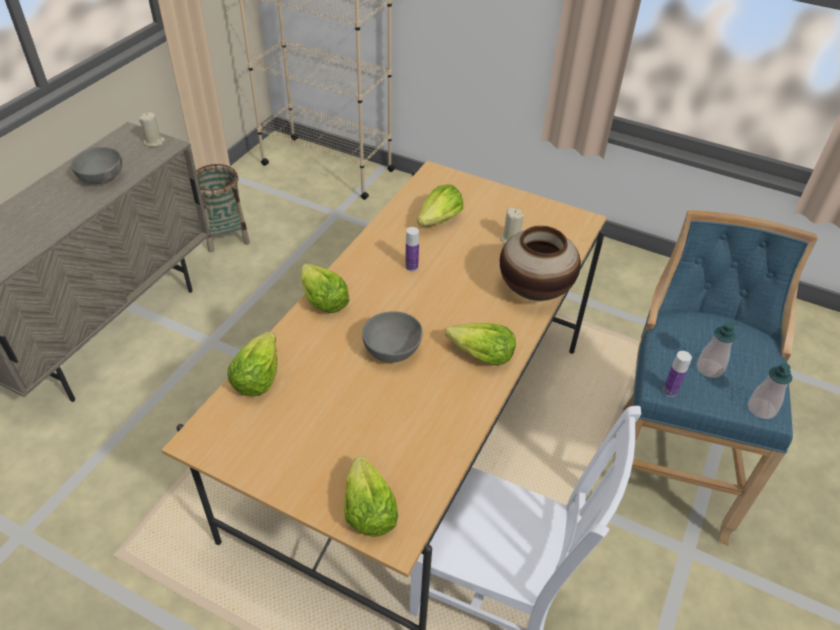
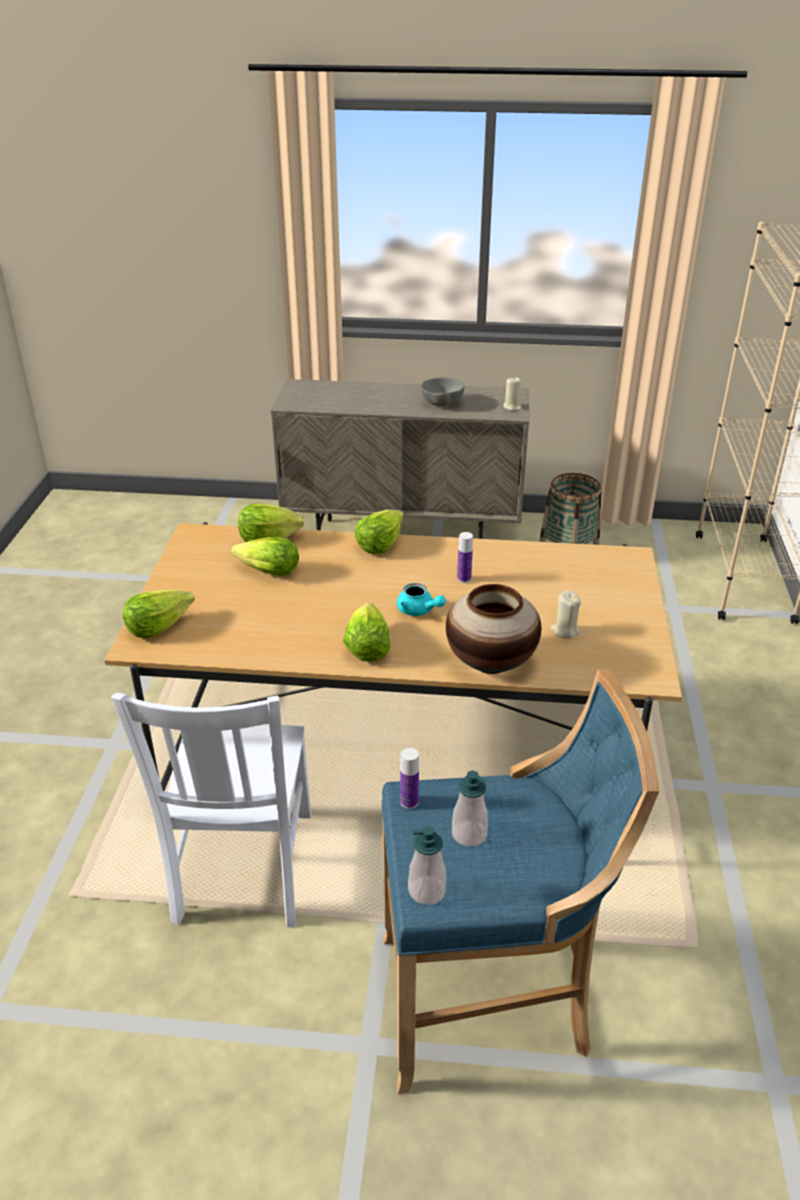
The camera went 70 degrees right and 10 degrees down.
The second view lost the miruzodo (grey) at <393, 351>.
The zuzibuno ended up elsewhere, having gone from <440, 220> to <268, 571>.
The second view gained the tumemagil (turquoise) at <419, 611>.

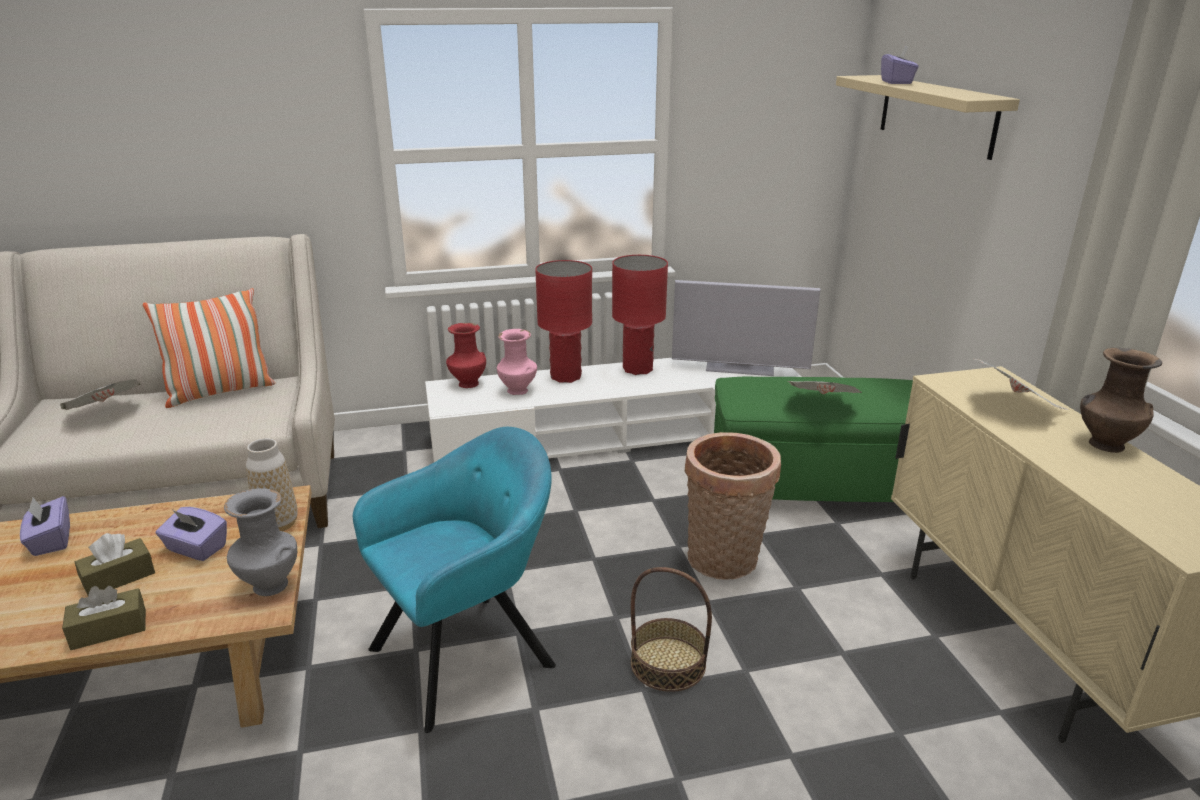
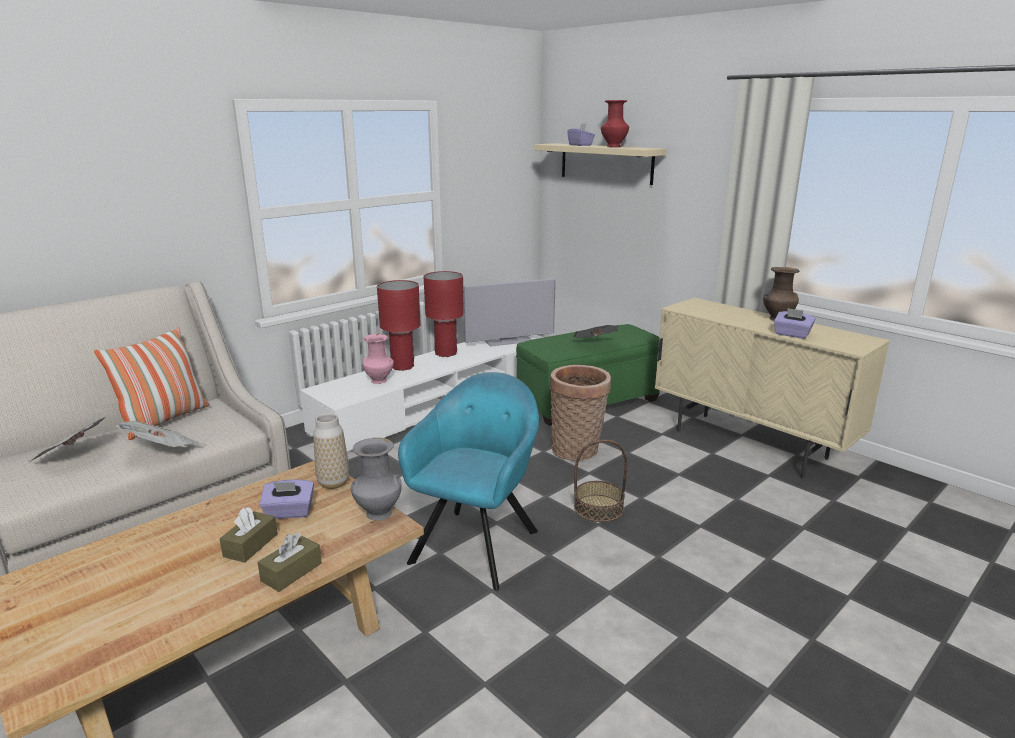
The camera went 30 degrees left and 5 degrees down.
The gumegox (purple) ended up elsewhere, having gone from <51, 541> to <792, 334>.
The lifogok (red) ended up elsewhere, having gone from <467, 384> to <613, 146>.
The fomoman ended up elsewhere, having gone from <1017, 408> to <164, 451>.

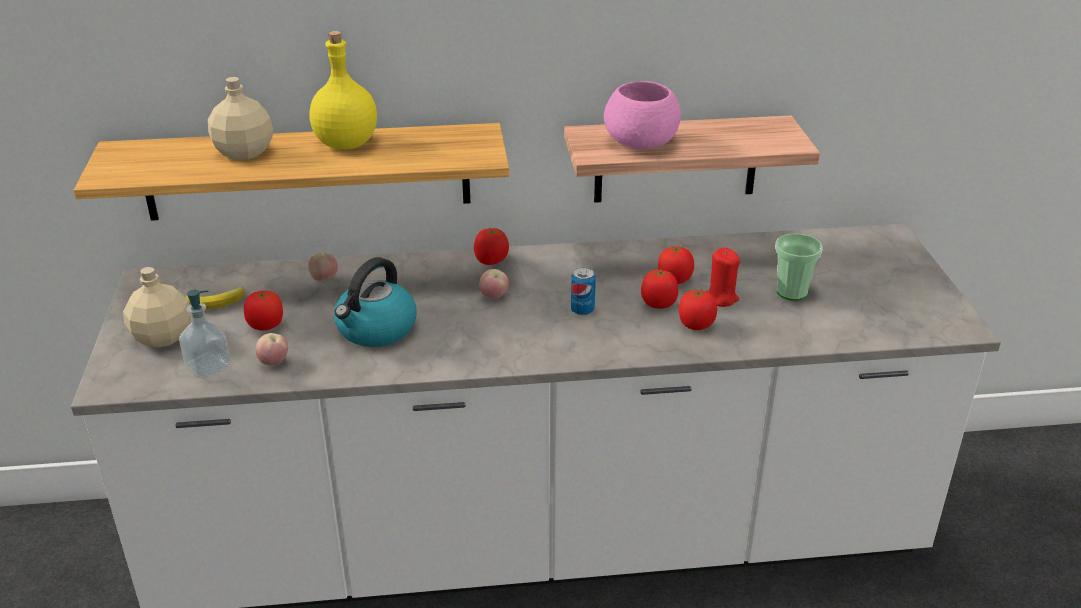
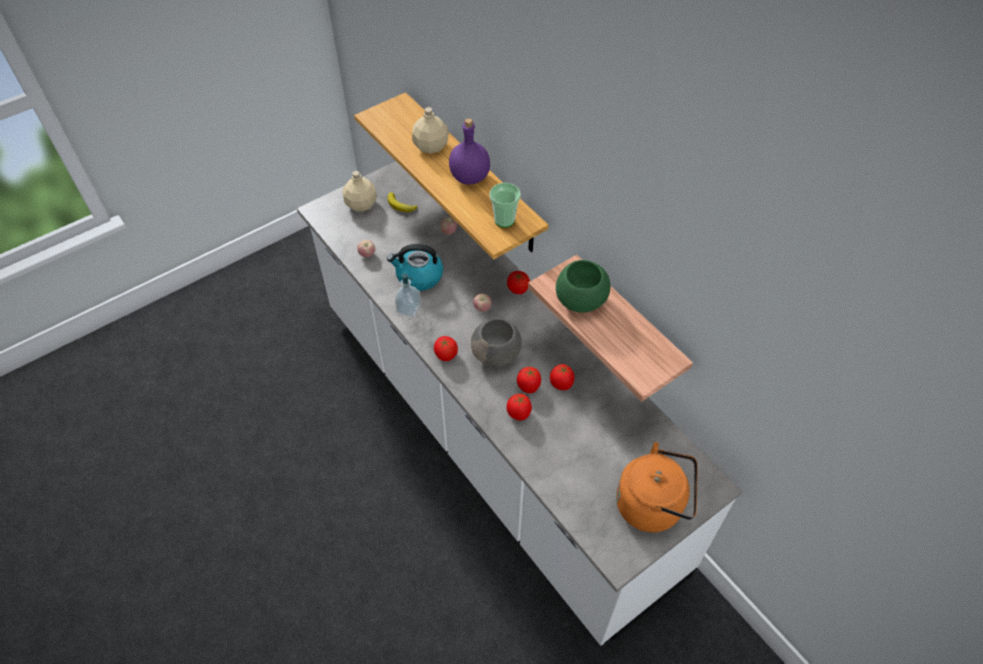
The camera went 60 degrees right and 20 degrees up.
The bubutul ended up elsewhere, having gone from <208, 367> to <409, 308>.
The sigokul ended up elsewhere, having gone from <266, 326> to <445, 355>.
What was the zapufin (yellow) at <347, 143> turned into the zapufin (purple) at <470, 177>.
Where the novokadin stood at <582, 310>, the miruzodo (grey) came to stand at <497, 353>.
What was the miruzodo (pink) at <641, 143> turned into the miruzodo (green) at <580, 300>.
The second view lost the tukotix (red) at <720, 298>.
The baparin ended up elsewhere, having gone from <791, 292> to <504, 220>.
The second view gained the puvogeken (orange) at <653, 505>.

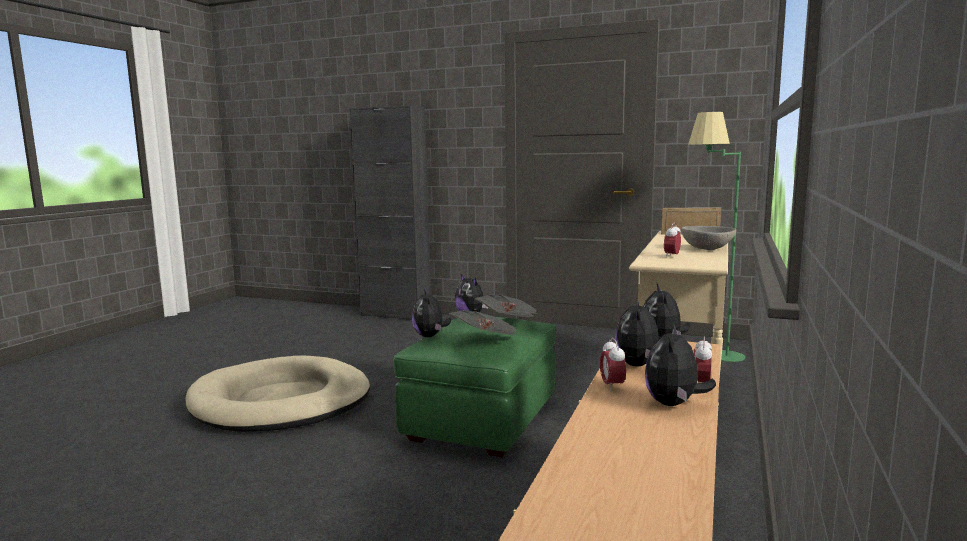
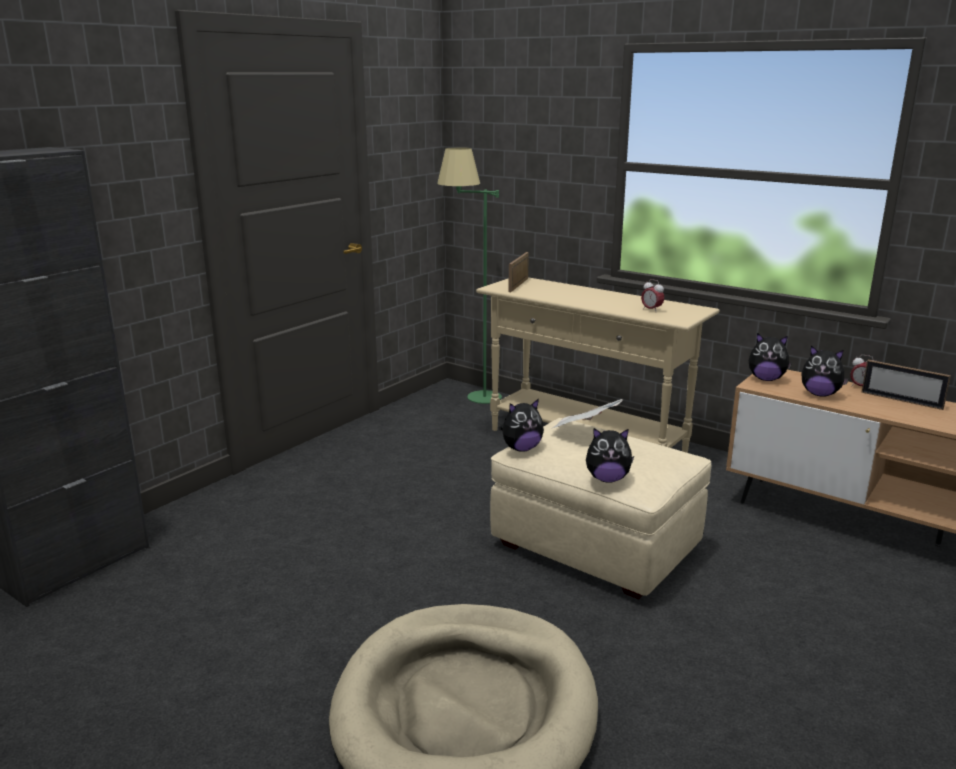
The camera went 75 degrees left and 10 degrees up.
What was the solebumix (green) at <482, 420> turned into the solebumix (beige) at <596, 546>.
The second view lost the fomoman at <487, 342>.
The second view lost the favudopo at <612, 386>.
Where the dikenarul stood at <674, 404>, the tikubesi came to stand at <901, 400>.
The second view lost the miruzodo (grey) at <707, 249>.

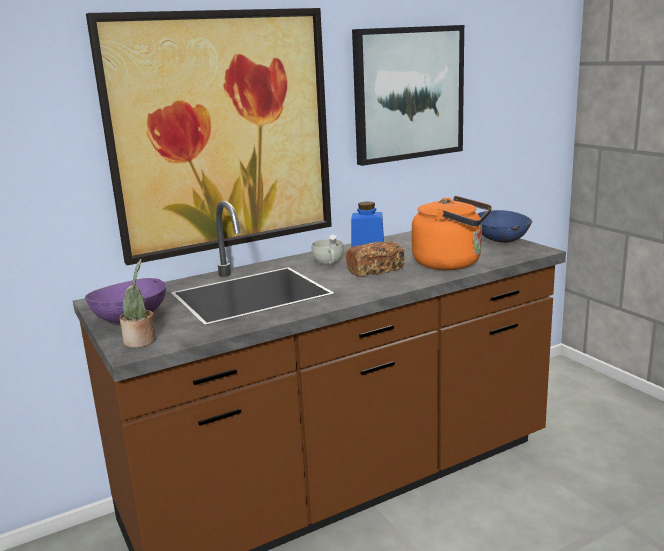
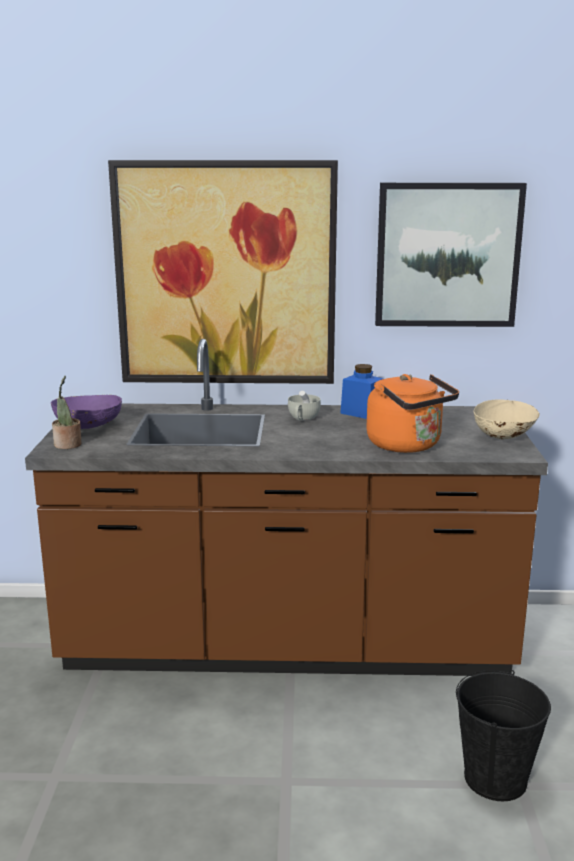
The camera went 30 degrees right and 0 degrees up.
The second view lost the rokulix at <375, 270>.
What was the miruzodo (blue) at <503, 241> turned into the miruzodo (beige) at <504, 437>.
The second view gained the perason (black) at <496, 778>.

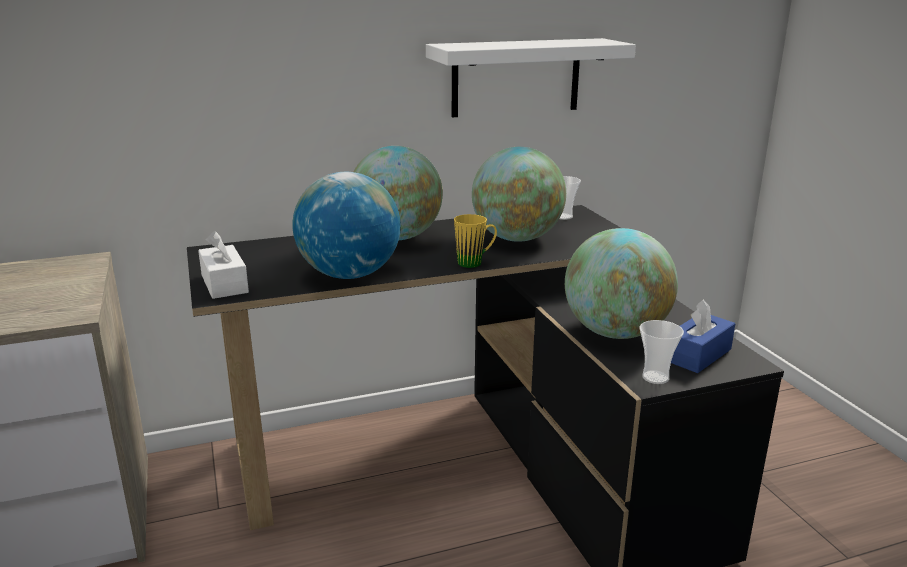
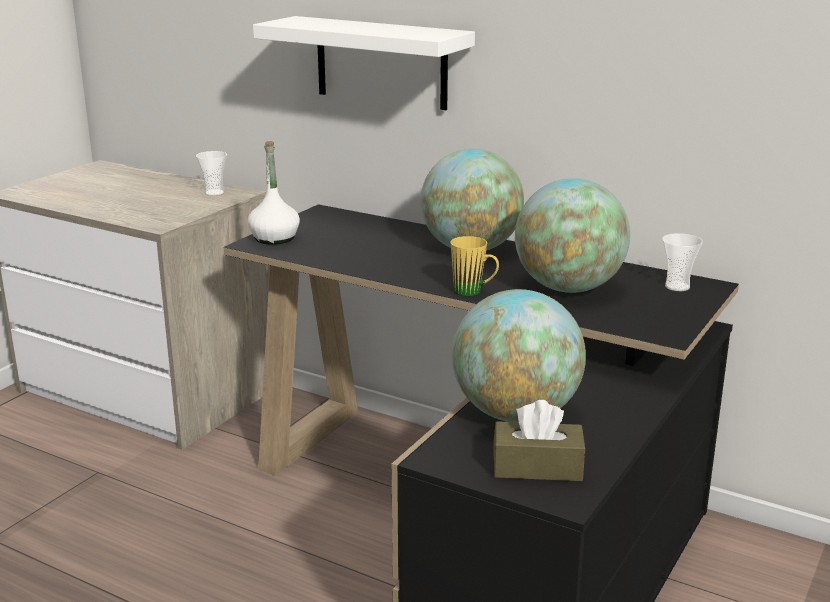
The camera went 50 degrees right and 0 degrees up.
Where the gumegox (white) stood at <224, 284>, the zapufin (white) came to stand at <274, 238>.
The second view lost the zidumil at <349, 274>.
The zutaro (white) ended up elsewhere, having gone from <516, 77> to <381, 62>.
The baparin ended up elsewhere, having gone from <655, 377> to <214, 193>.
What was the gumegox (blue) at <697, 355> turned into the gumegox (brown) at <537, 467>.

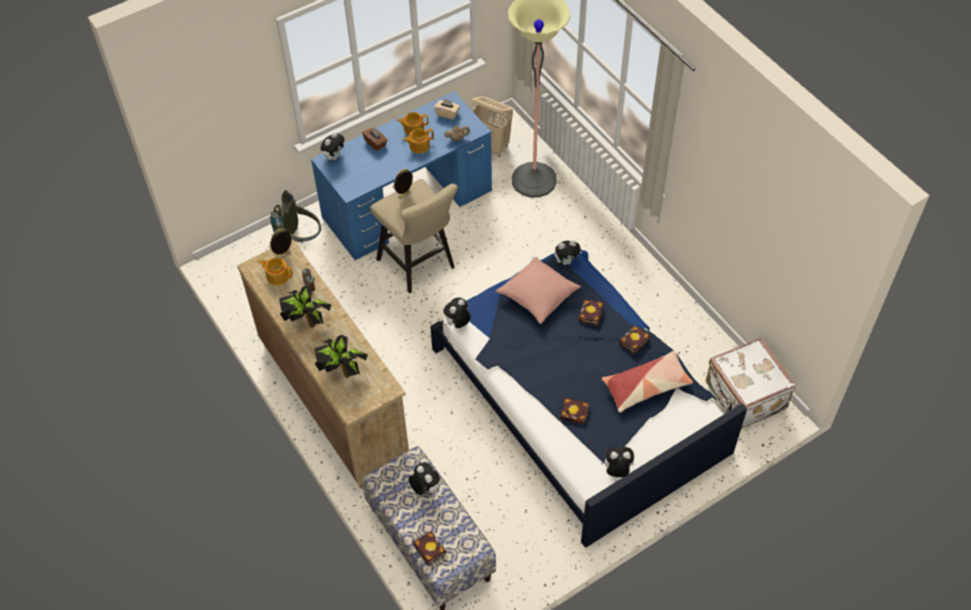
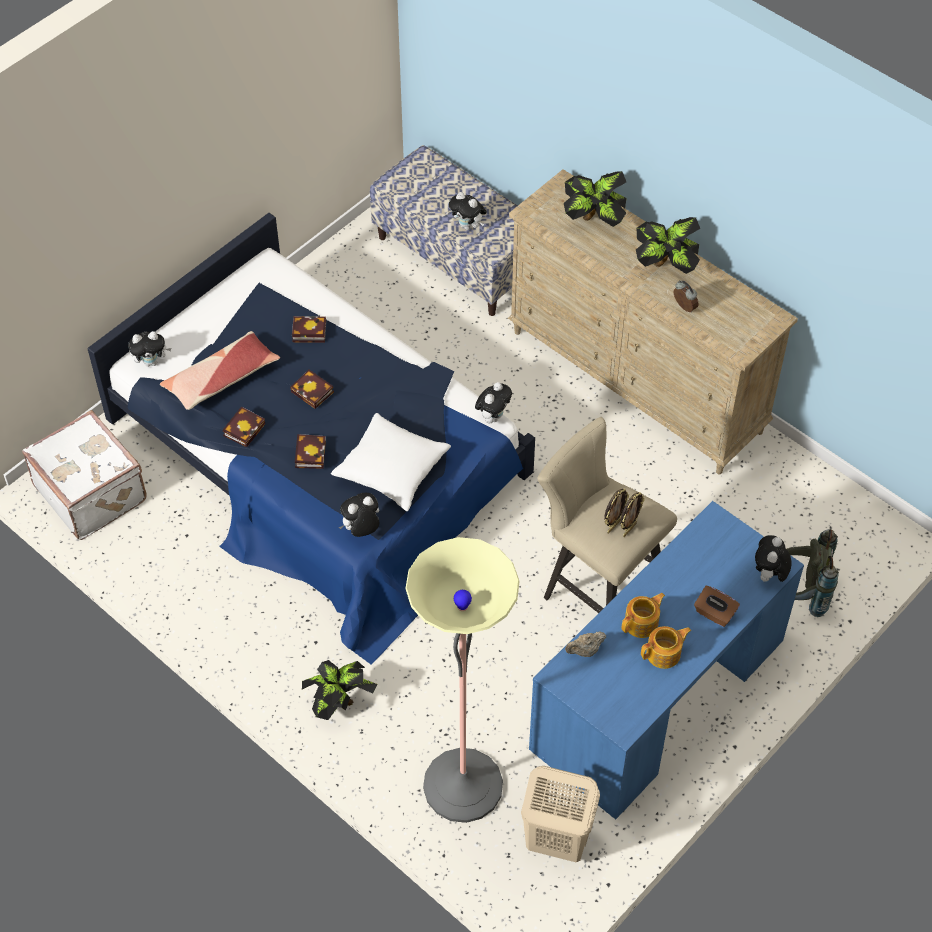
The camera went 165 degrees right and 0 degrees up.
The second view lost the tumemagil at <277, 276>.
The tikubesi ended up elsewhere, having gone from <284, 255> to <613, 525>.
The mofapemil ended up elsewhere, having gone from <428, 548> to <314, 392>.
The second view lost the gumegox (beige) at <447, 113>.
What was the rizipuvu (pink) at <538, 296> turned into the rizipuvu (white) at <391, 470>.
The dikenarul ended up elsewhere, having gone from <617, 471> to <152, 362>.
The second view gained the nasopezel at <340, 703>.

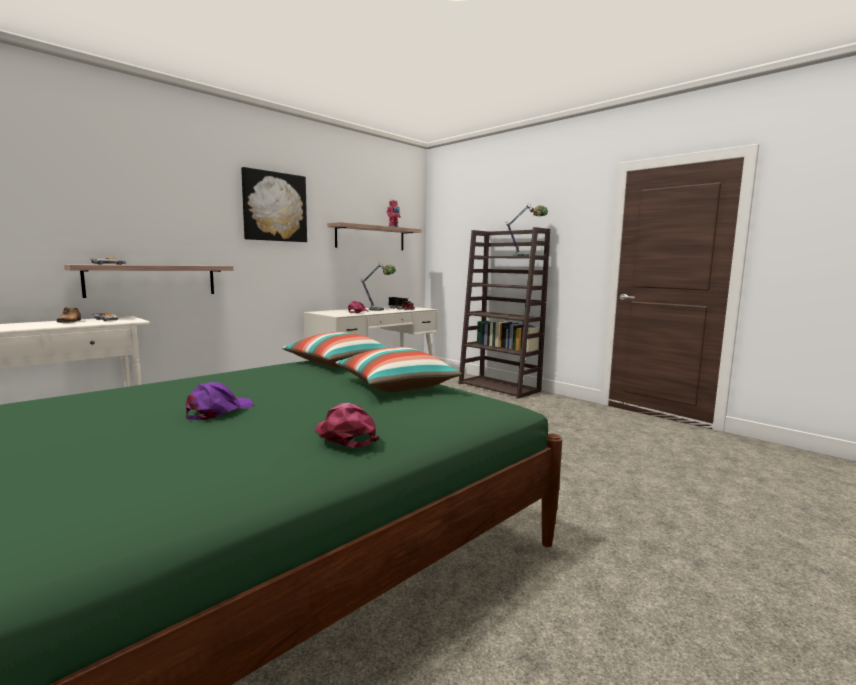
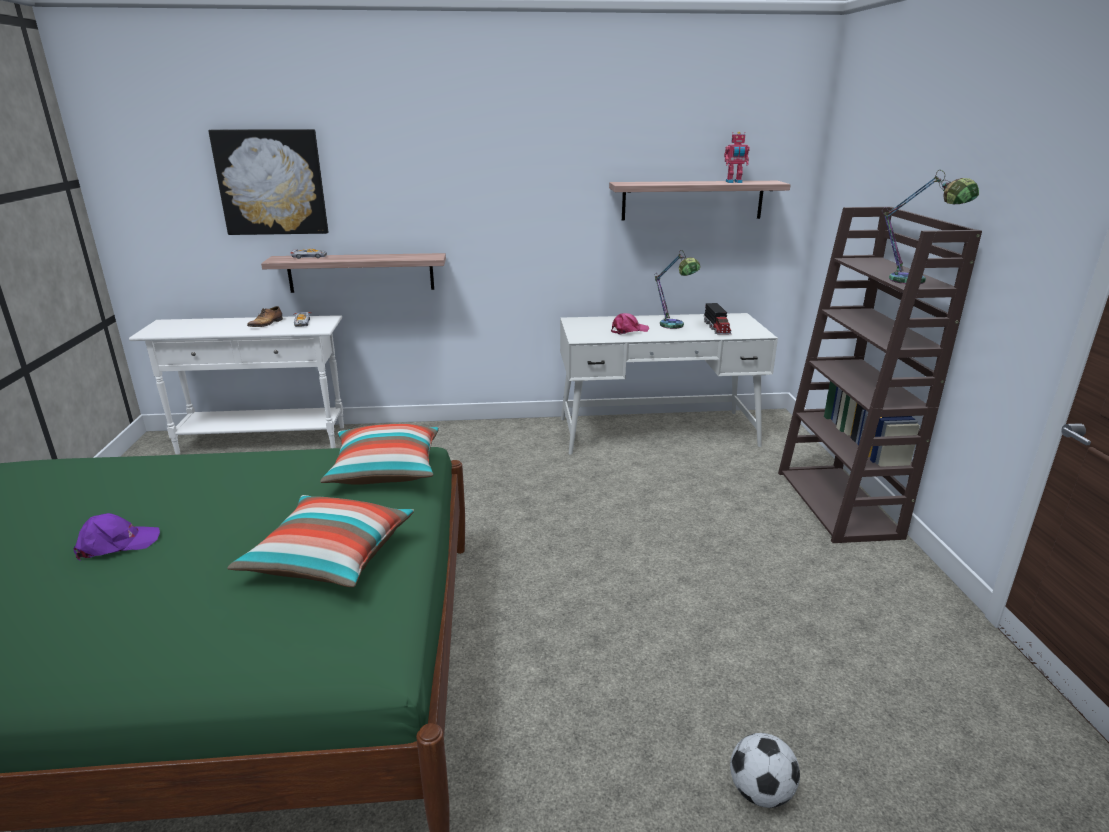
The camera went 40 degrees right and 15 degrees up.
The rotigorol ended up elsewhere, having gone from <274, 207> to <271, 182>.
The second view lost the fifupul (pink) at <345, 435>.
The second view gained the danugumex at <760, 792>.

